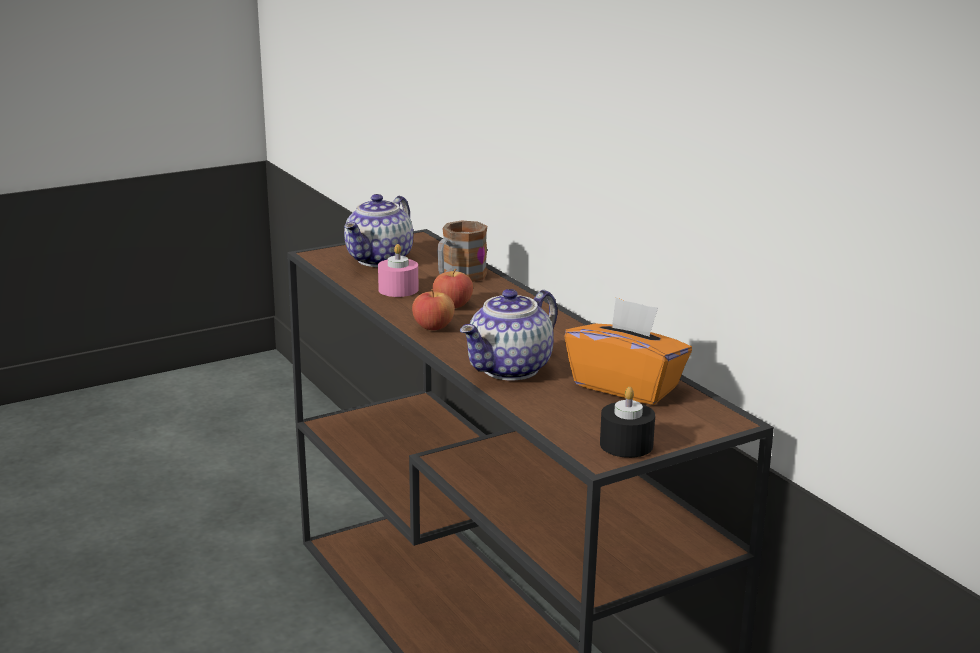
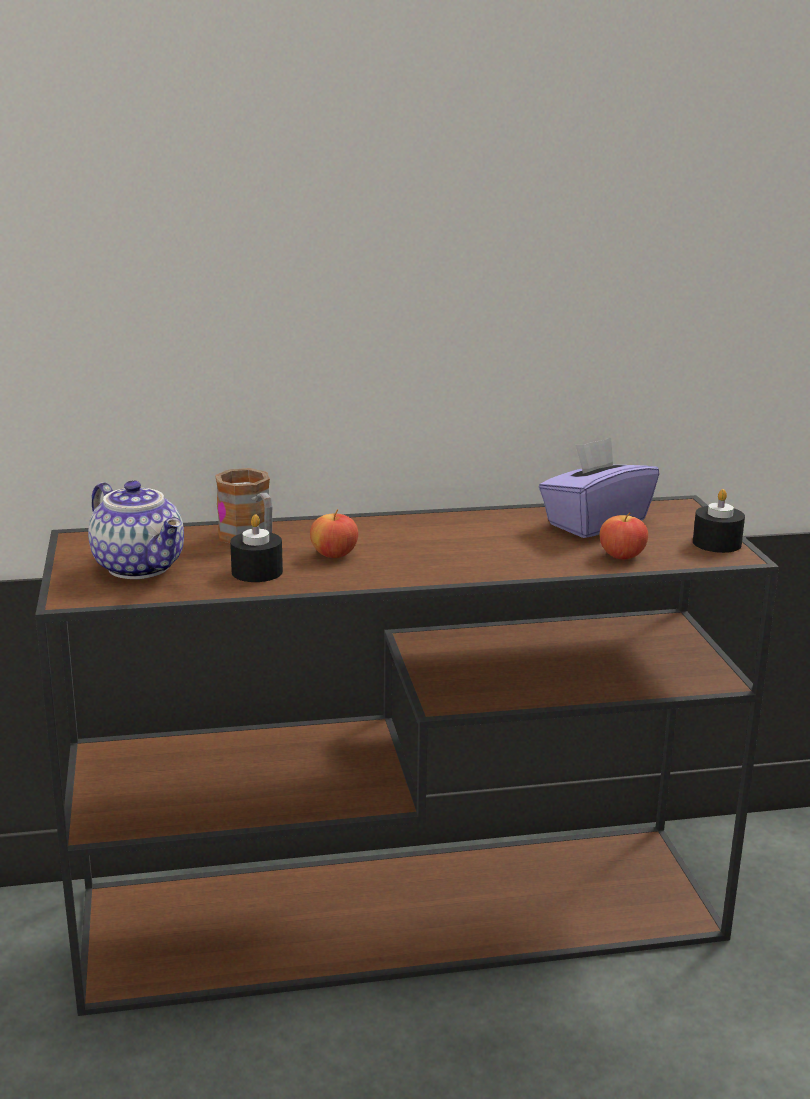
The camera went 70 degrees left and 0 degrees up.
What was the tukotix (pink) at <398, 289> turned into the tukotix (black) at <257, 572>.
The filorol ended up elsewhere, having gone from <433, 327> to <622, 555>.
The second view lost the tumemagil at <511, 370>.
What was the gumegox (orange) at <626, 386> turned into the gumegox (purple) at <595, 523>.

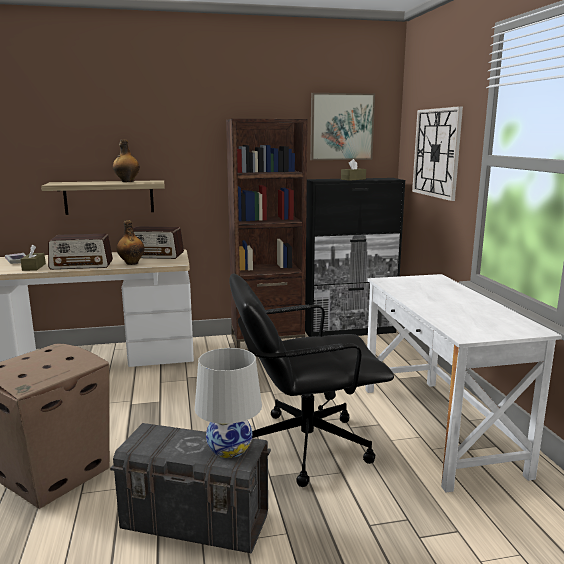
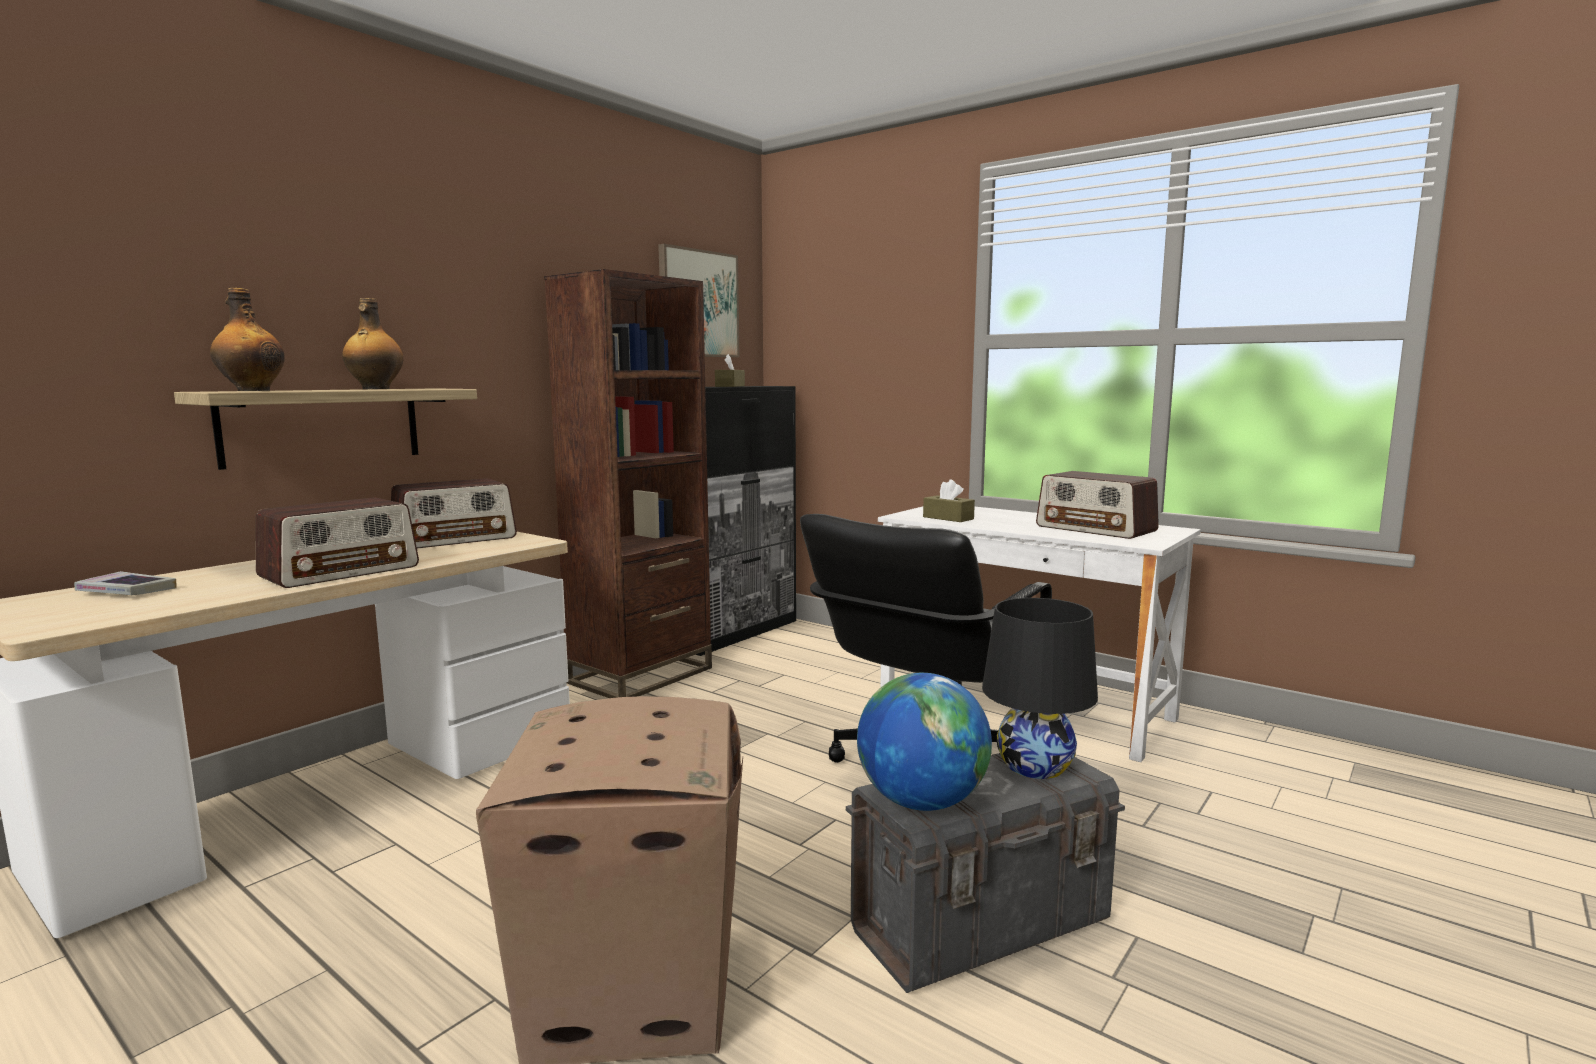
The camera went 40 degrees left and 5 degrees down.
The gumegox (brown) ended up elsewhere, having gone from <34, 267> to <948, 518>.
The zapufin ended up elsewhere, having gone from <131, 263> to <252, 390>.
What was the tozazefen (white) at <229, 448> turned into the tozazefen (black) at <1034, 765>.
The second view lost the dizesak at <436, 153>.
The second view gained the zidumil at <921, 802>.
The second view gained the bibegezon at <1096, 529>.

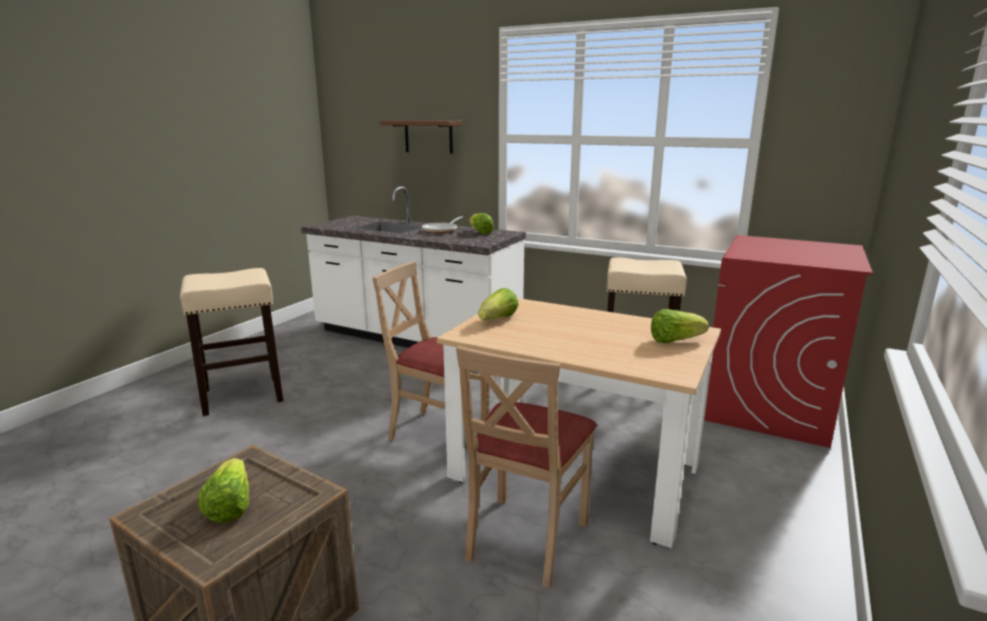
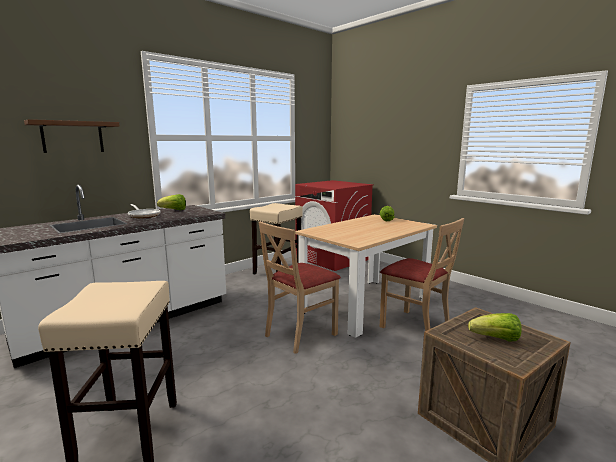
The camera went 70 degrees left and 5 degrees down.
The second view lost the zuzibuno at <498, 319>.

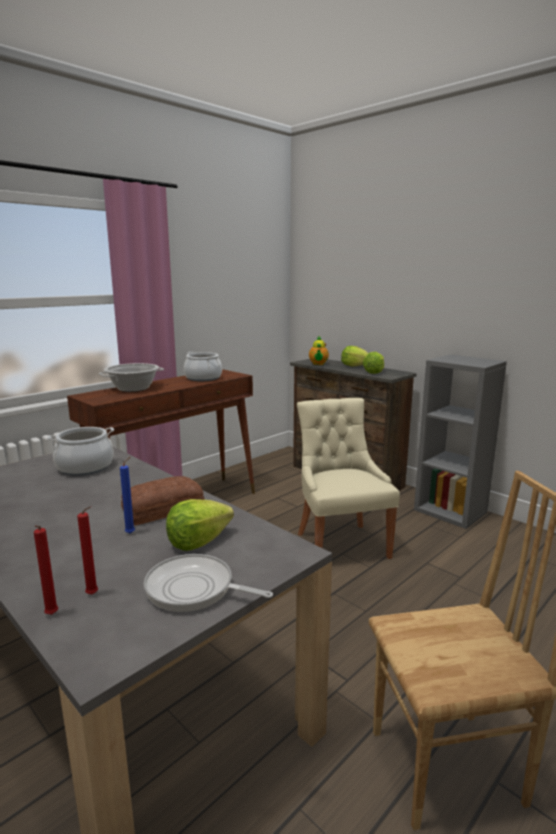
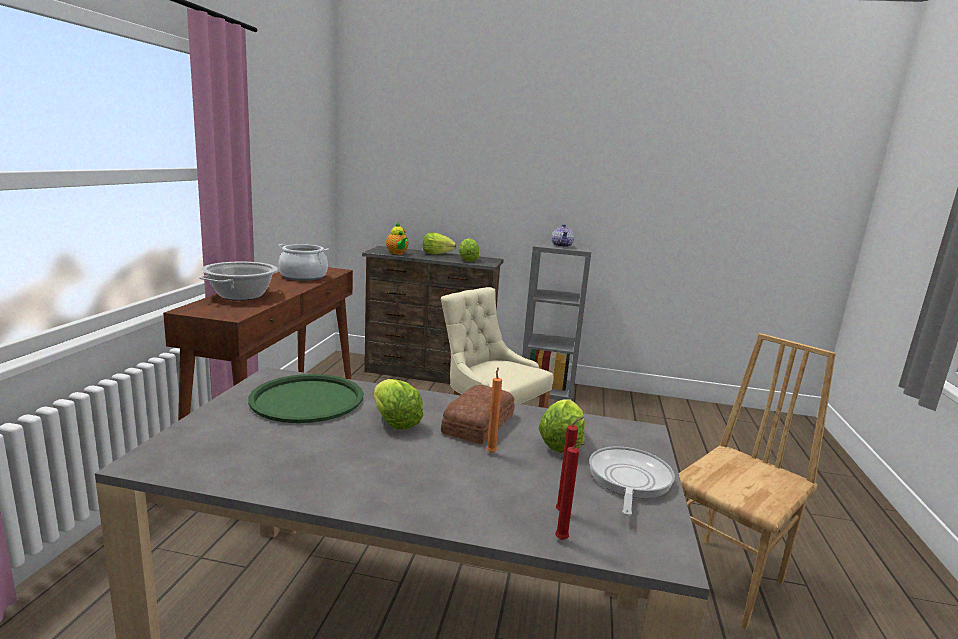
The camera went 35 degrees left and 0 degrees up.
Where the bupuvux stood at <85, 467>, the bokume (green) came to stand at <307, 399>.
What was the tukotix (blue) at <131, 533> turned into the tukotix (orange) at <491, 452>.
The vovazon at <194, 589> ended up facing another way, 120 degrees clockwise from before.
The second view gained the zuzibuno at <394, 421>.
The second view gained the tumemagil at <562, 246>.

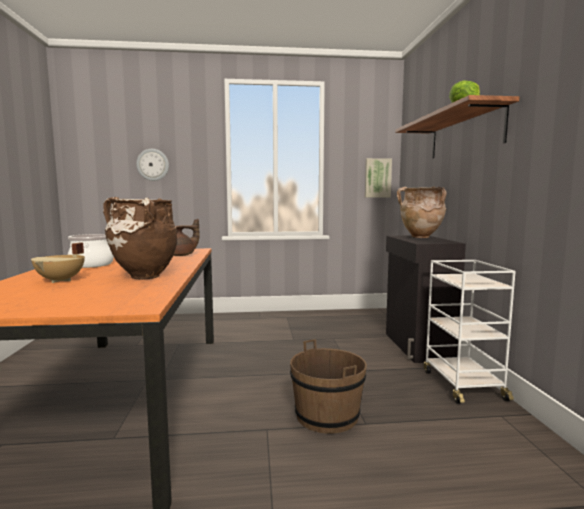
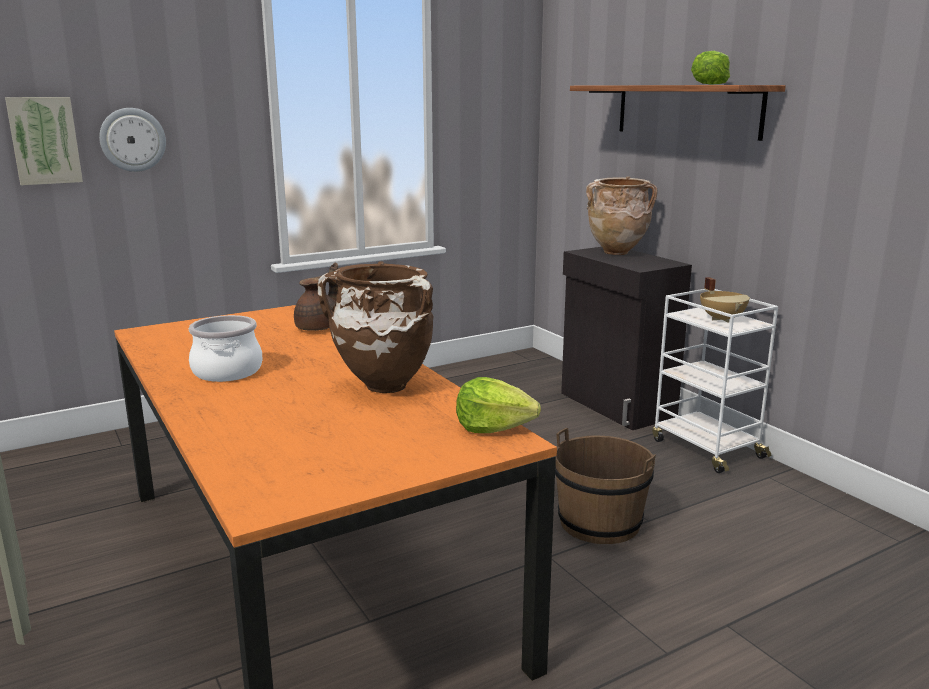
The camera went 25 degrees left and 10 degrees up.
The bupuvux (beige) ended up elsewhere, having gone from <61, 280> to <722, 319>.
The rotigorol ended up elsewhere, having gone from <377, 178> to <44, 140>.
The second view gained the zuzibuno at <493, 427>.

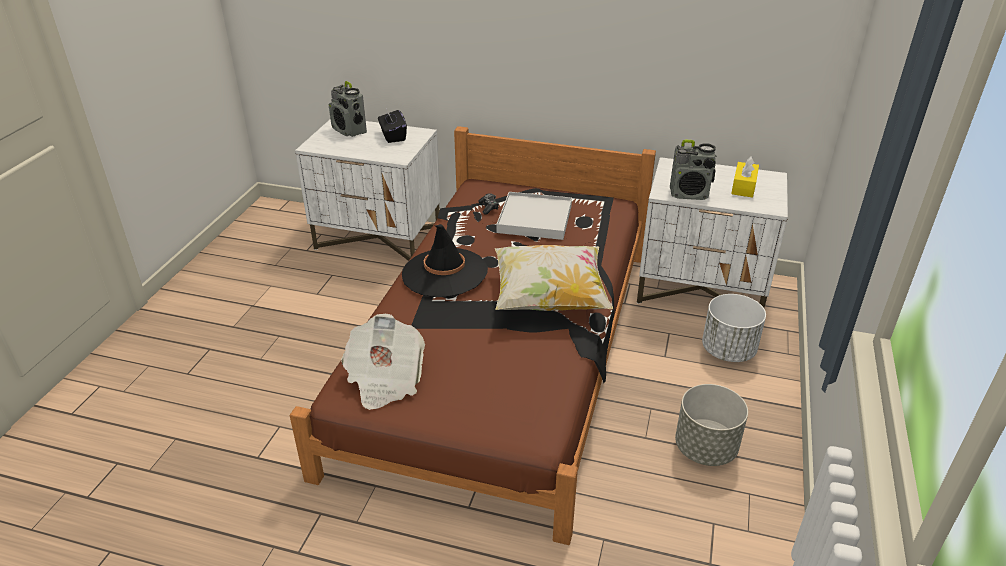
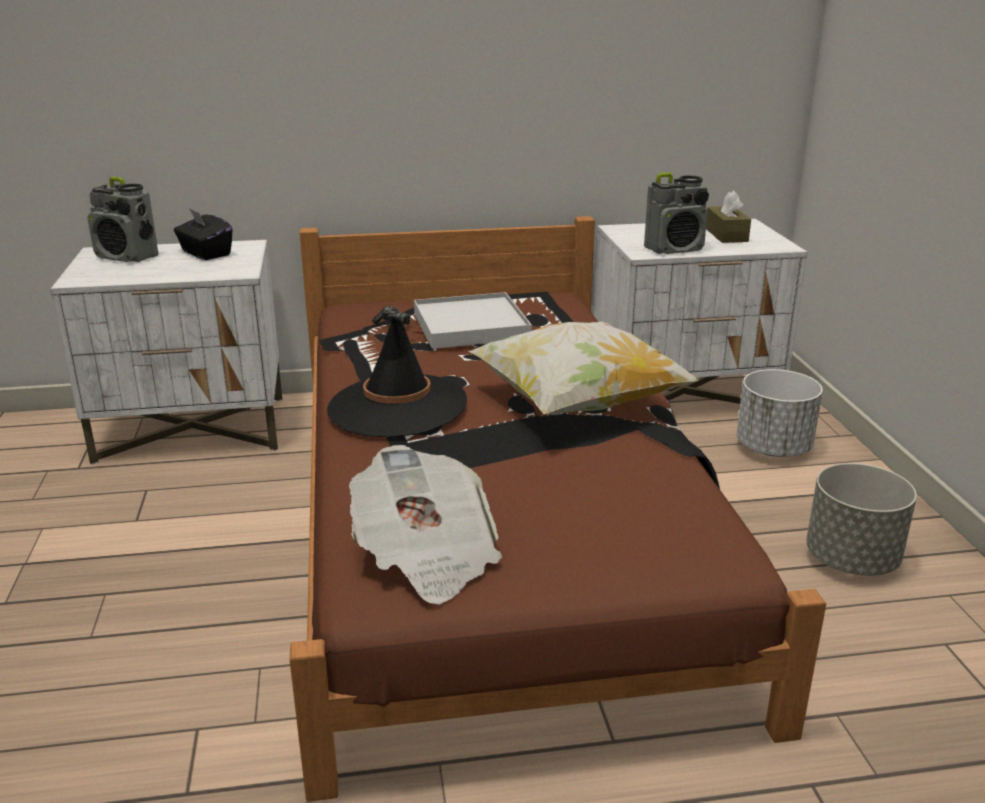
The camera went 25 degrees left and 10 degrees down.
What was the gumegox (yellow) at <743, 187> turned into the gumegox (brown) at <726, 235>.

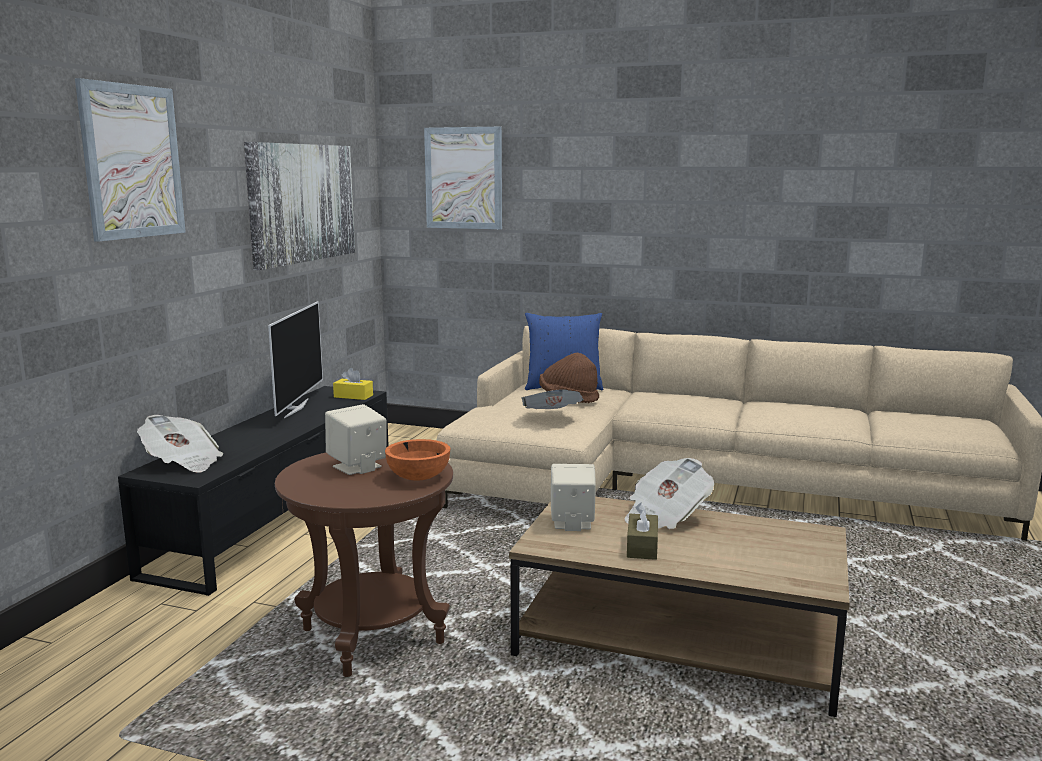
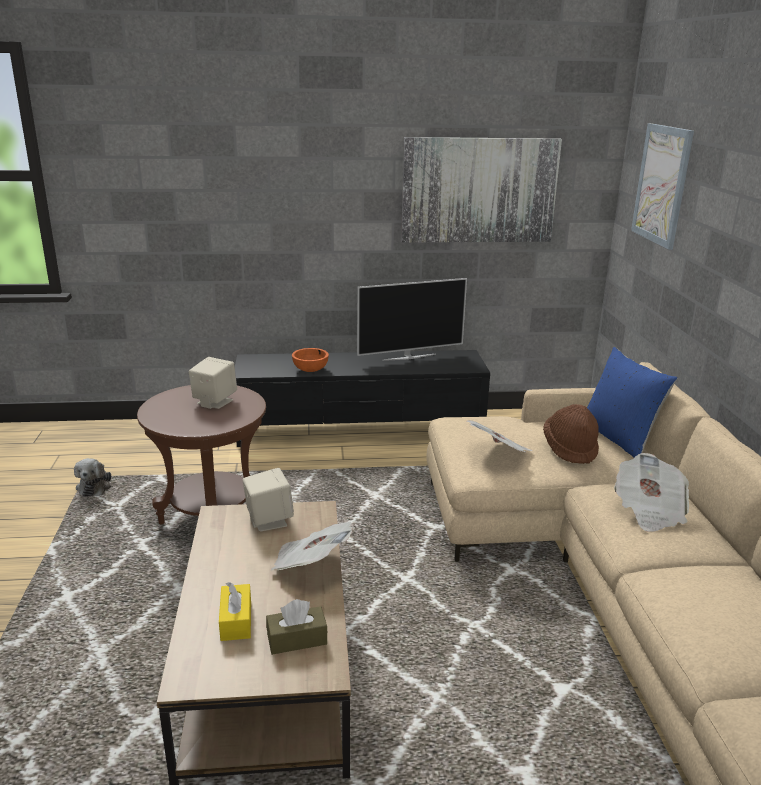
The camera went 65 degrees right and 10 degrees up.
The second view lost the rotigorol at <132, 161>.
The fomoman ended up elsewhere, having gone from <183, 463> to <649, 510>.
The gumegox (yellow) ended up elsewhere, having gone from <353, 396> to <236, 621>.
The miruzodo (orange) ended up elsewhere, having gone from <419, 477> to <310, 370>.
The gumegox (brown) ended up elsewhere, having gone from <642, 547> to <297, 639>.
The second view gained the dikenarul at <95, 486>.

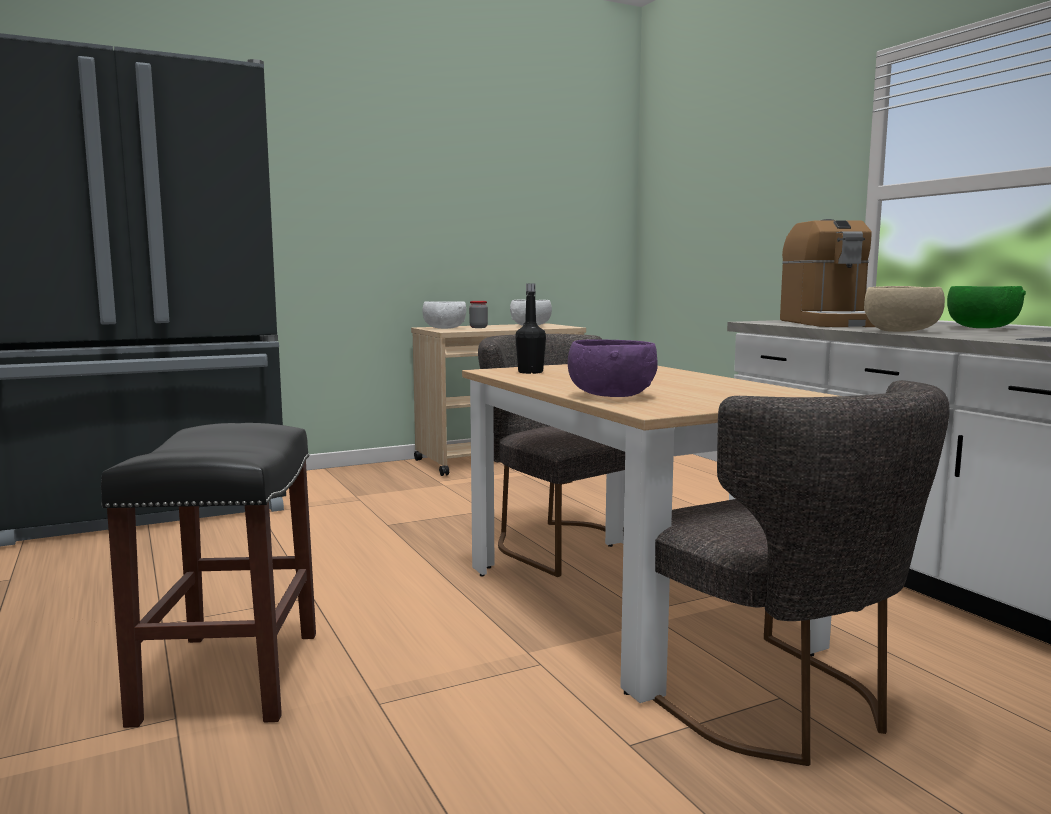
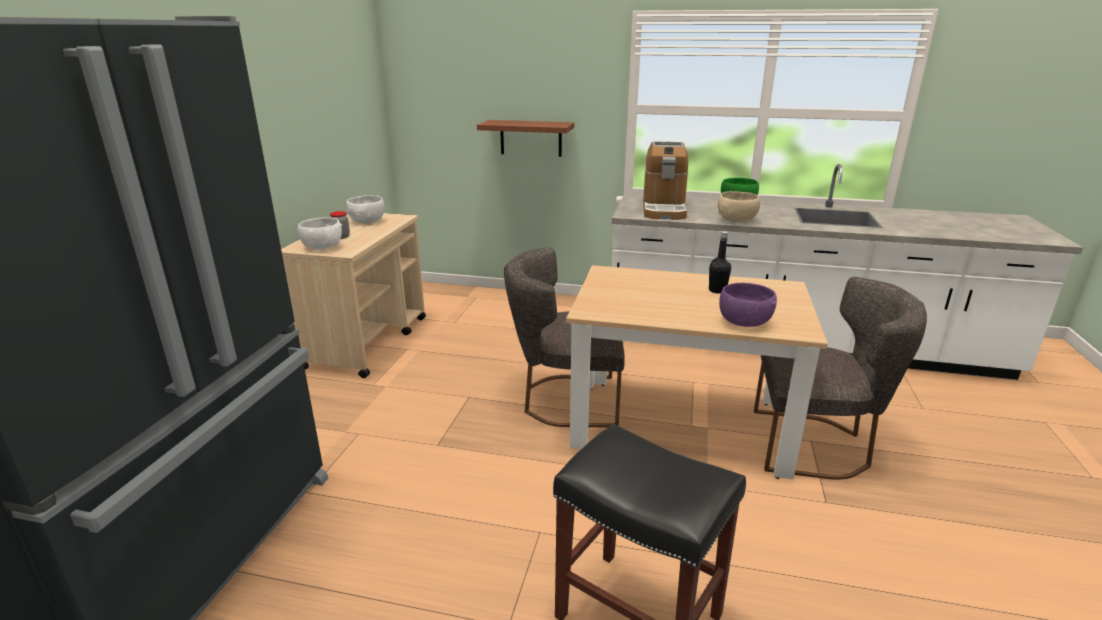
The camera went 50 degrees left and 15 degrees up.
The zapufin (black) ended up elsewhere, having gone from <530, 372> to <717, 290>.
The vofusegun at <830, 323> ended up facing another way, 60 degrees clockwise from before.
The second view gained the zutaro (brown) at <531, 138>.

